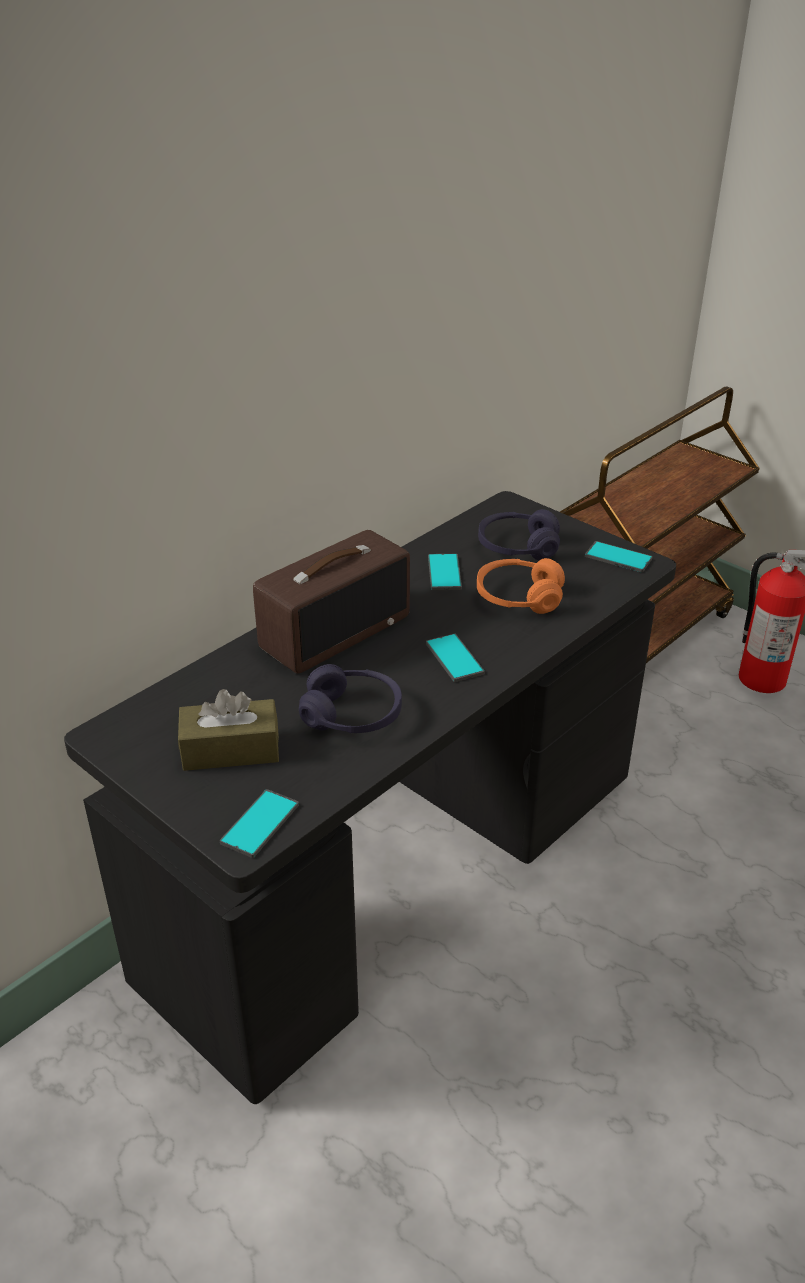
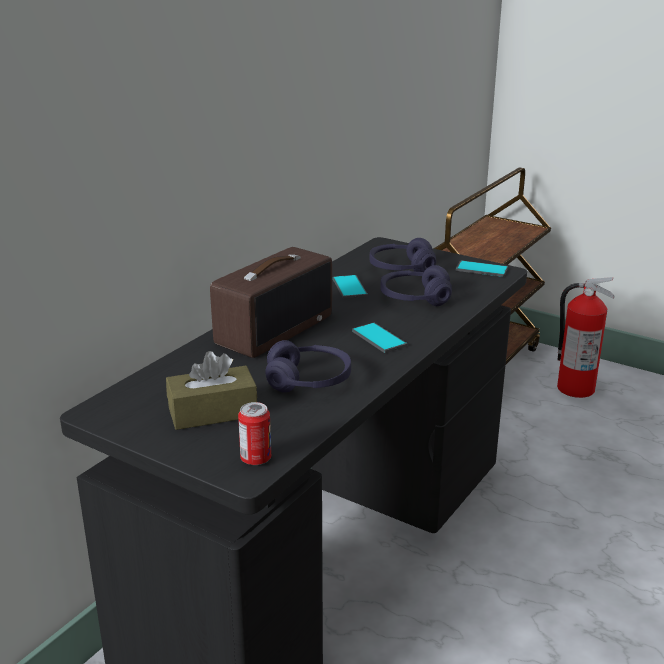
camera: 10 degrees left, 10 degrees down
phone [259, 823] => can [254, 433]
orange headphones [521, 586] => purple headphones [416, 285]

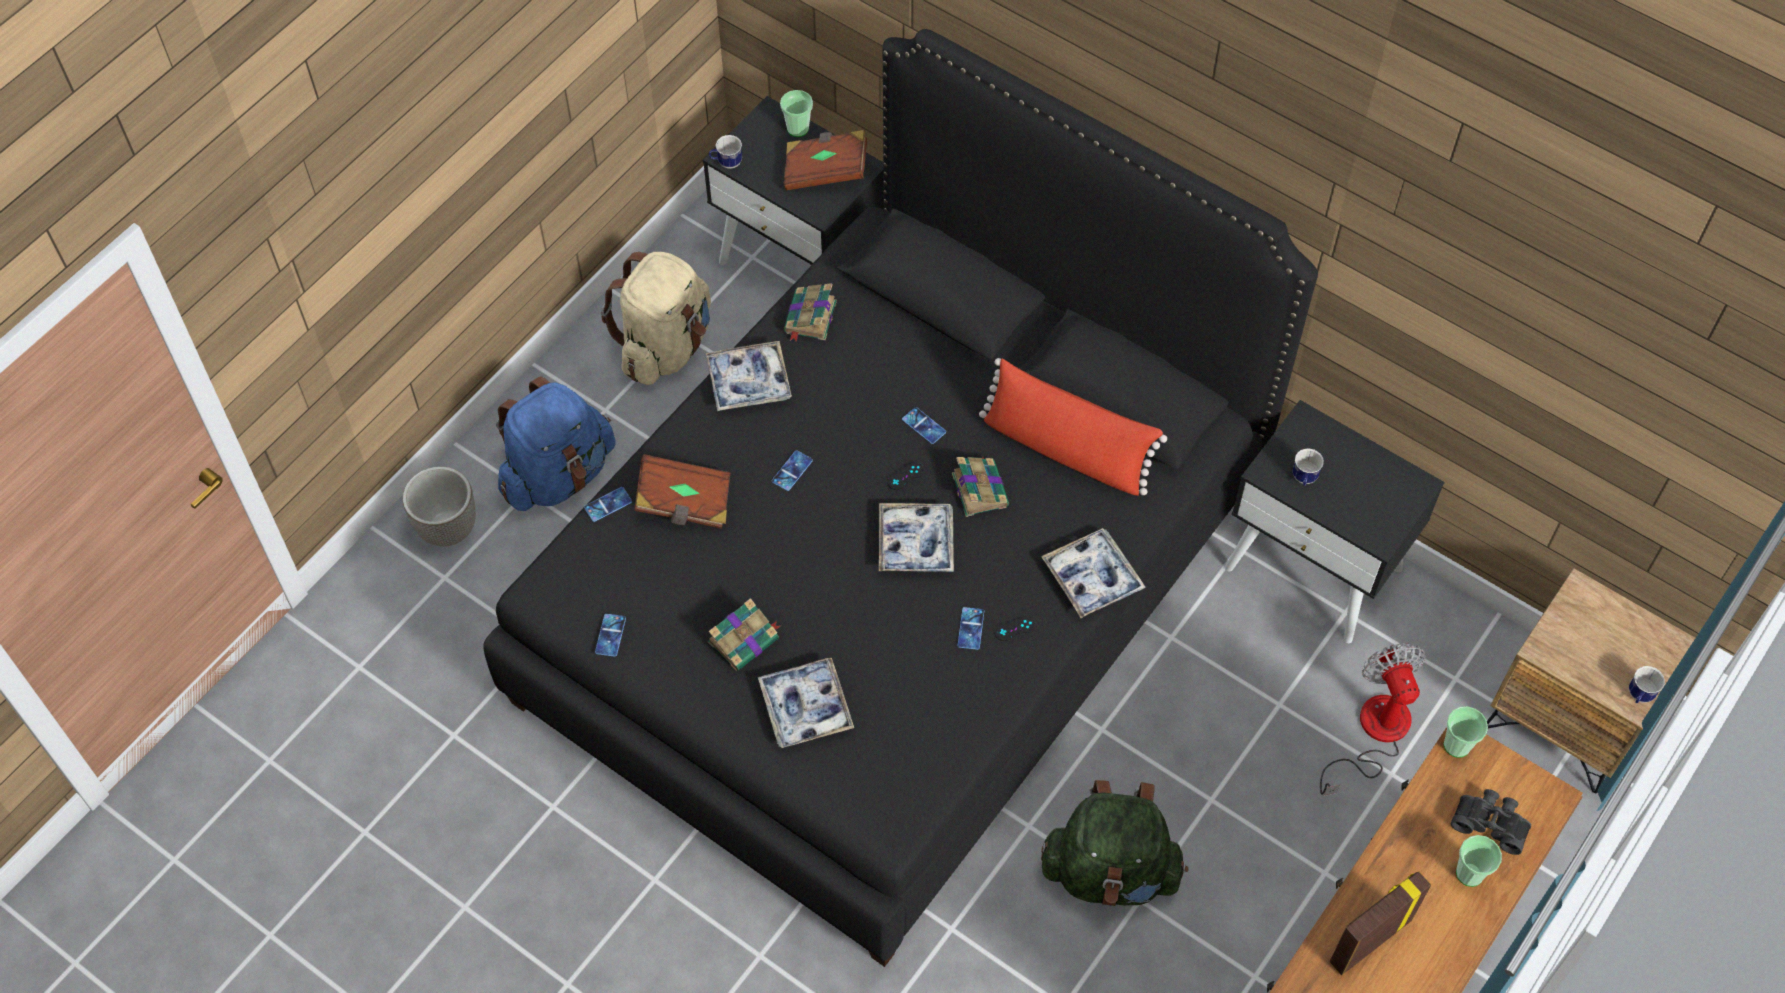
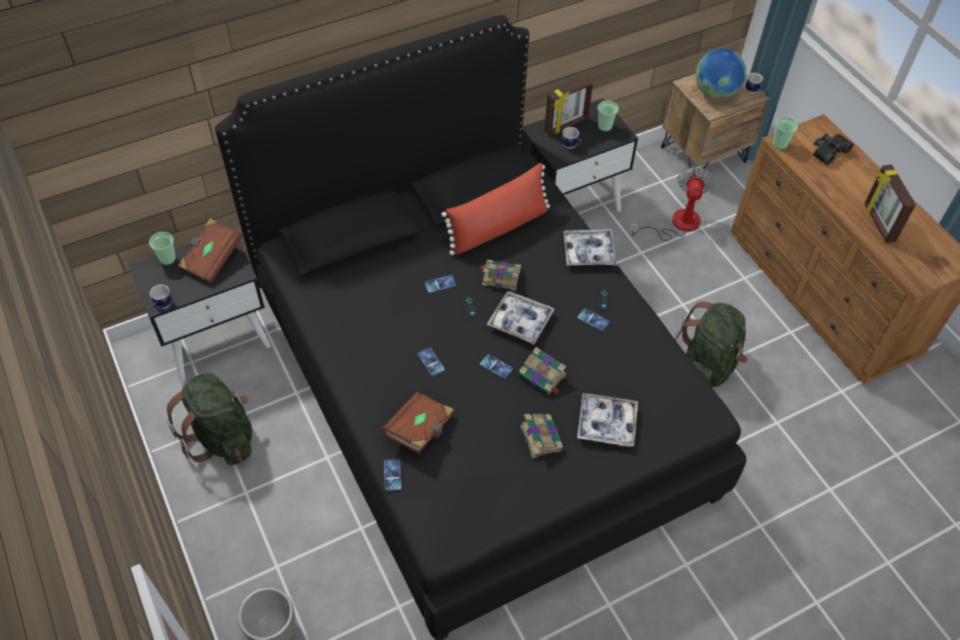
camera: 65 degrees left, 5 degrees down
beige backpack [656, 318] => green backpack [209, 419]
phone [610, 635] => phone [496, 366], shifted
book [810, 312] => book [542, 371], shifted
nothing => picture frame [568, 106]
cup [1479, 861] => cup [608, 116], shifted
fan [1373, 719] => fan [672, 203], 90 degrees clockwise
nothing => globe [721, 73]
blue backpack [556, 443] => nothing
tray [749, 376] => nothing

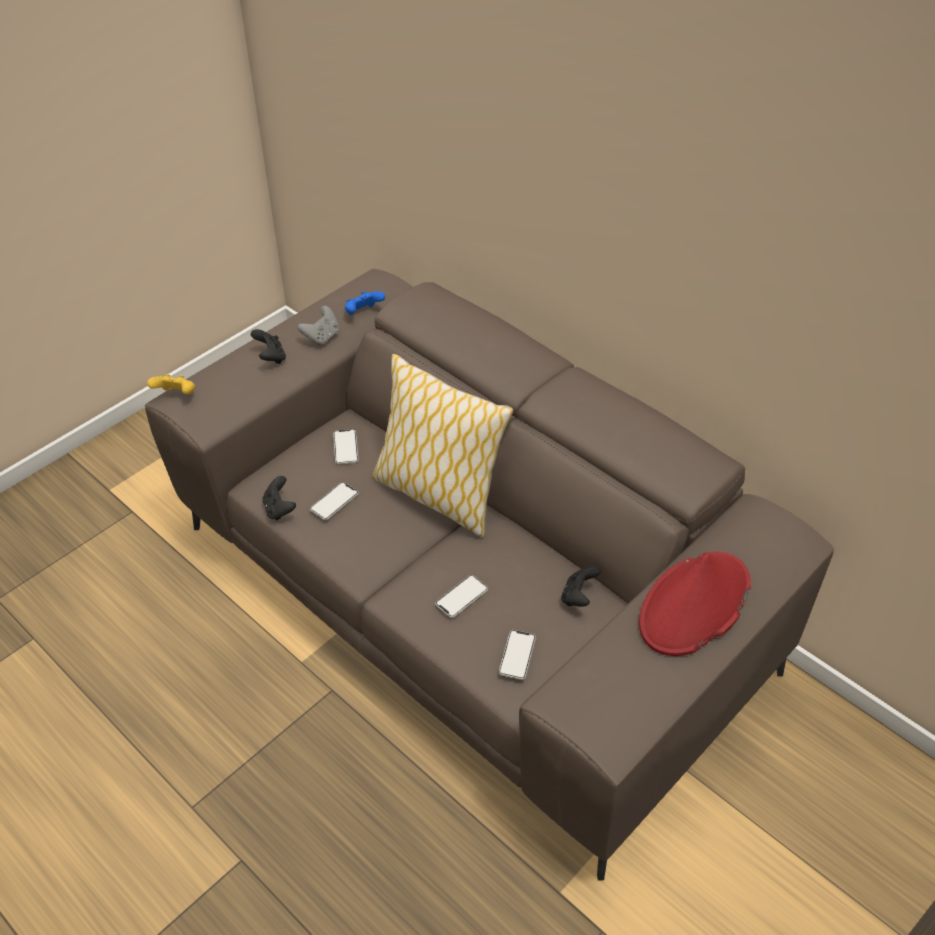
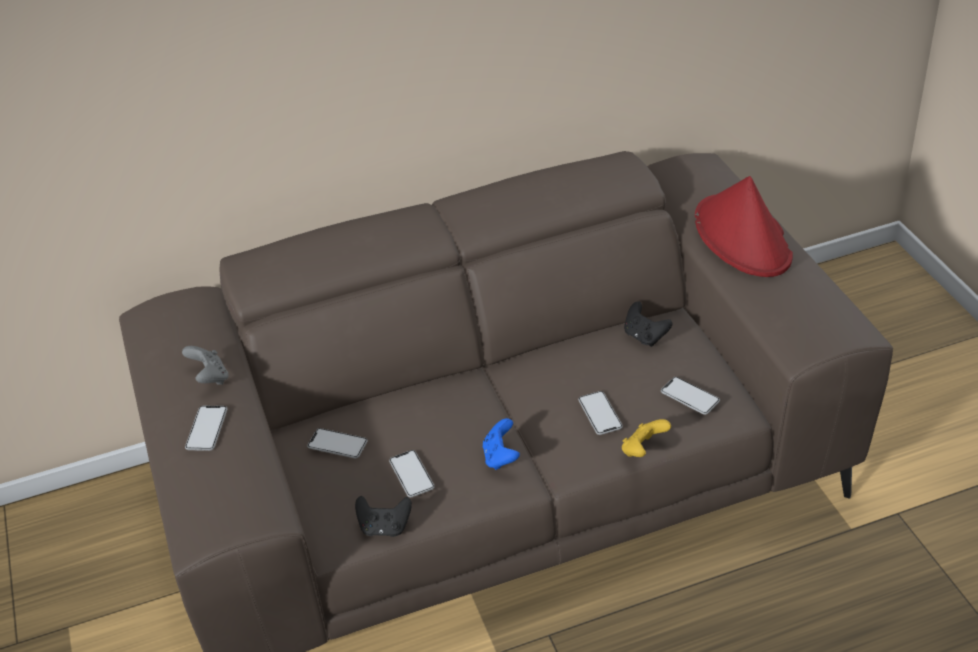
camera: 60 degrees left, 5 degrees down
black game controller [268, 346] => phone [206, 428]
blue game controller [365, 303] => blue game controller [501, 444], shifted
yellow game controller [171, 384] => yellow game controller [646, 438], shifted
pillow [442, 445] => nothing

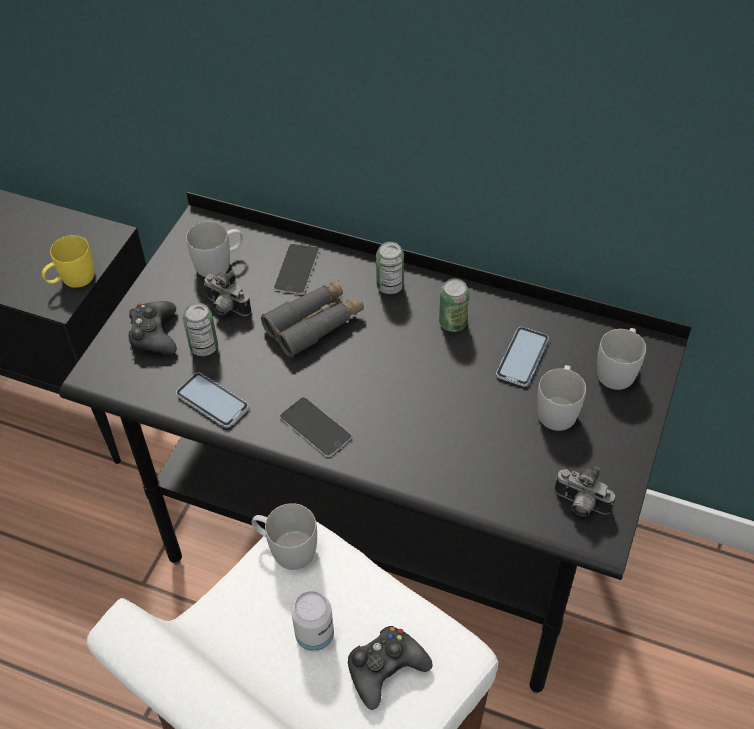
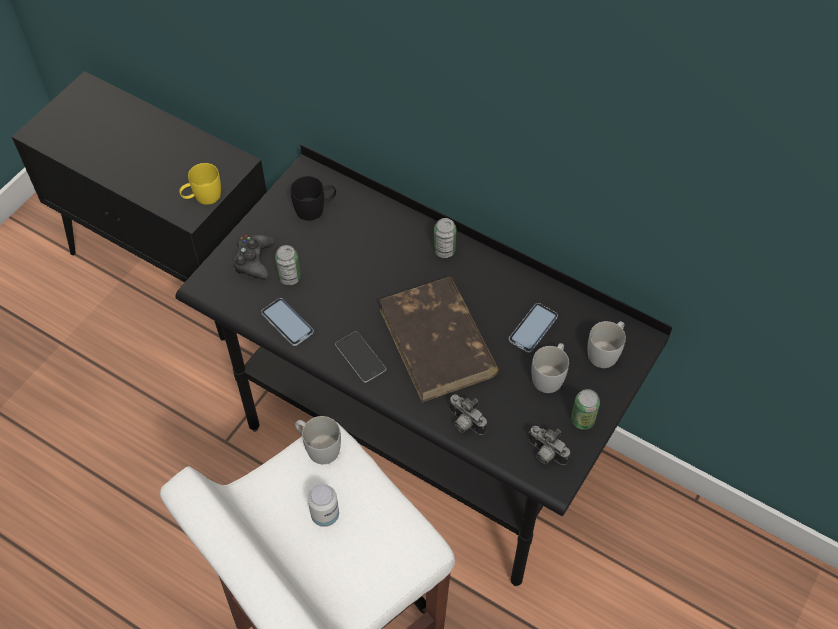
camera: 10 degrees right, 5 degrees up
white mug [214, 249] => black mug [313, 198]
nothing => brown book [439, 339]
photo camera [227, 293] => photo camera [468, 414], shifted
can [454, 305] => can [585, 409], shifted
grey binoculars [312, 318] => nothing
phone [296, 269] => nothing
black game controller [390, 668] => nothing

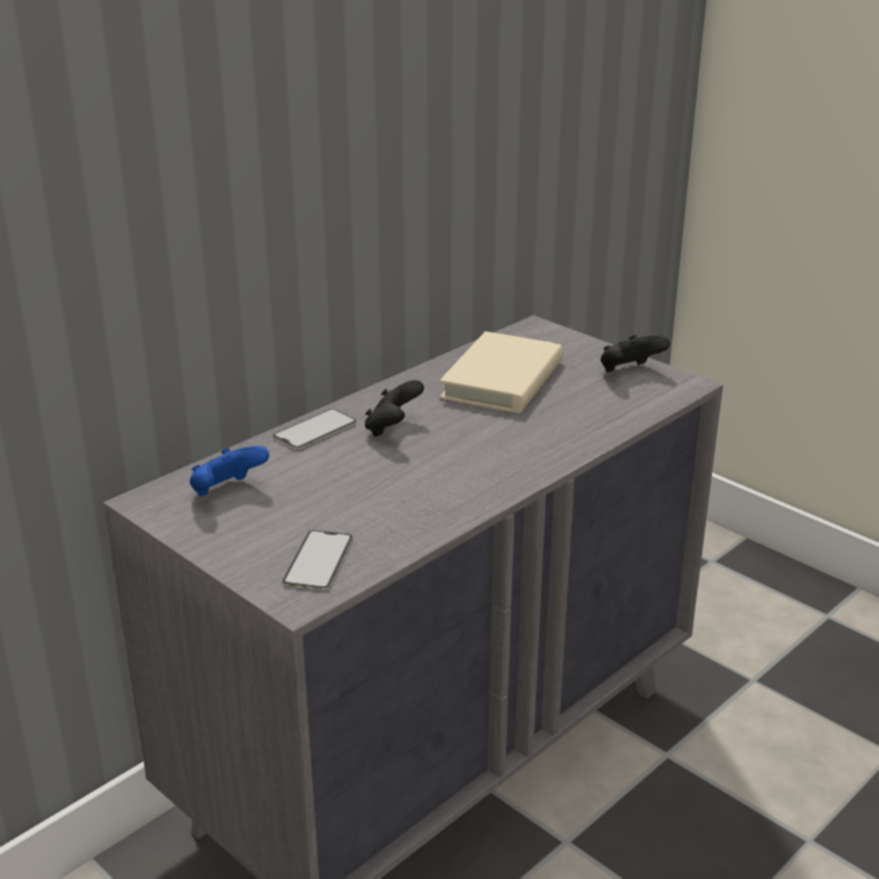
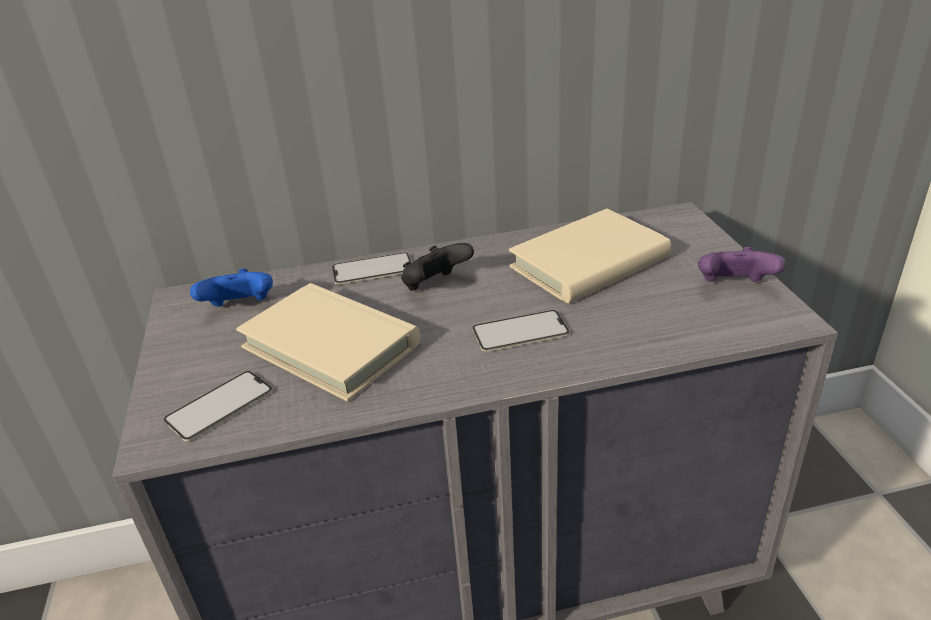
camera: 35 degrees right, 5 degrees up
nothing => beige book [328, 342]
nothing => phone [521, 331]
black game controller [635, 353] => purple game controller [742, 264]

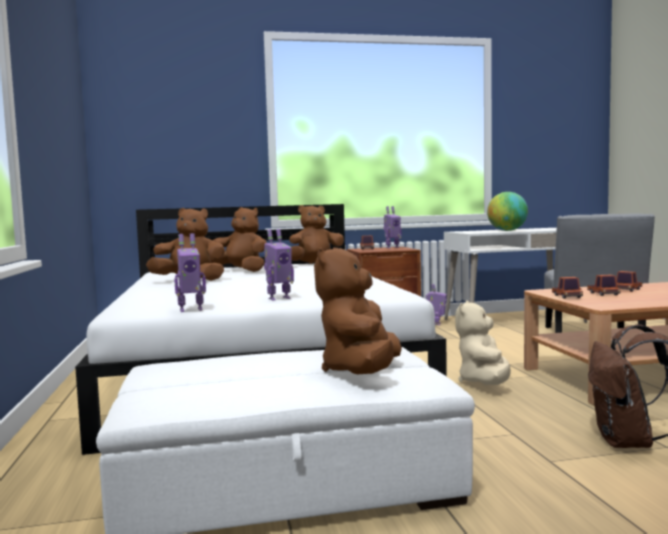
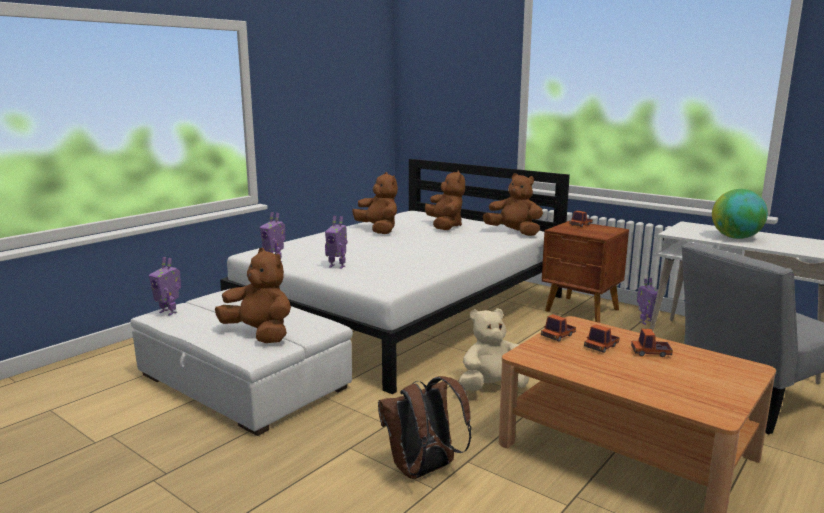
camera: 50 degrees right, 10 degrees up
toy robot [393, 227] => toy robot [165, 286], shifted
brown plush toy [358, 310] => brown plush toy [253, 295], 60 degrees clockwise

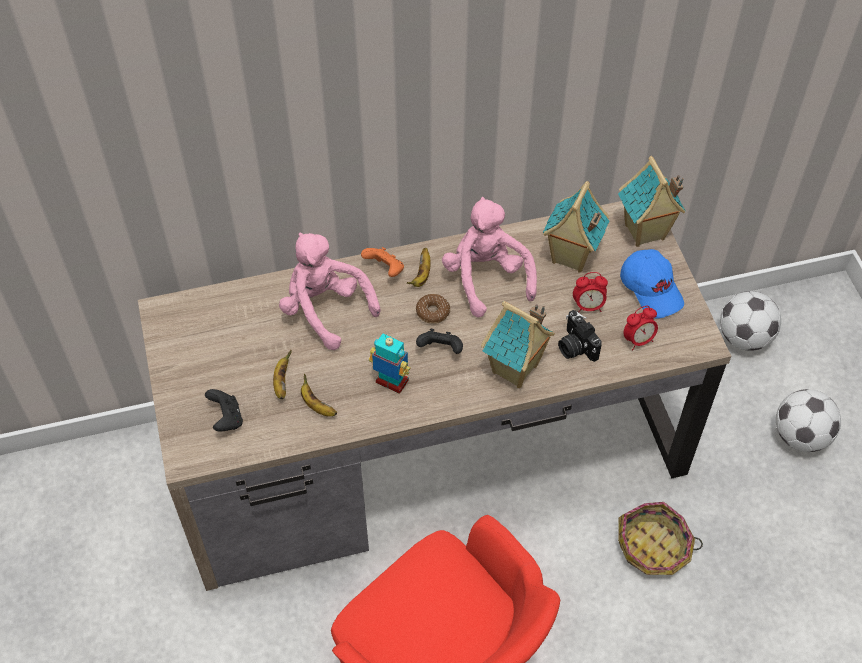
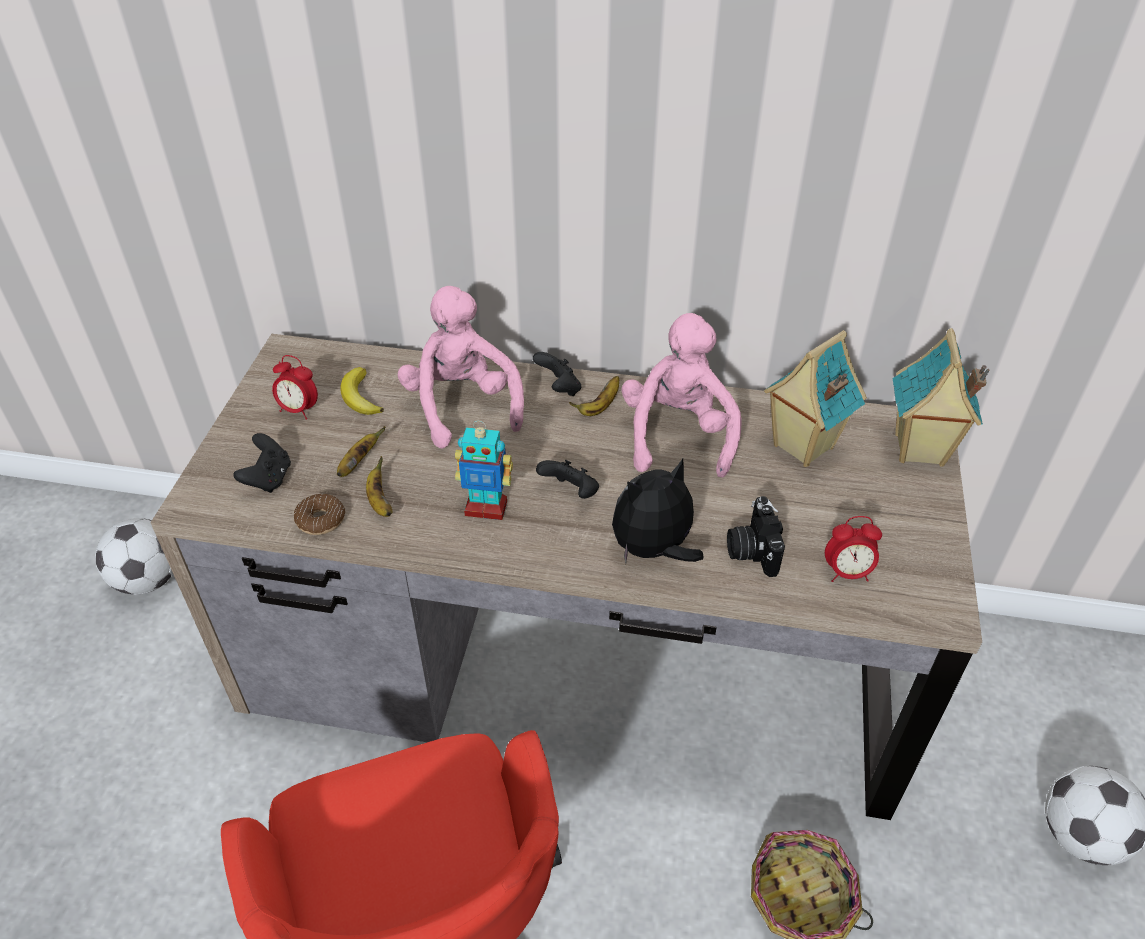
camera: 25 degrees right, 10 degrees down
football [750, 321] => football [134, 556], shifted
alarm clock [590, 292] => alarm clock [295, 387], shifted
donut [433, 309] => donut [319, 514], shifted
nothing => banana [362, 391]
toy robot [390, 364] => toy robot [484, 470], 135 degrees clockwise
orange game controller [382, 262] => black game controller [557, 374]
toy house [518, 344] => plush toy [658, 511]
blue cap [652, 284] => nothing

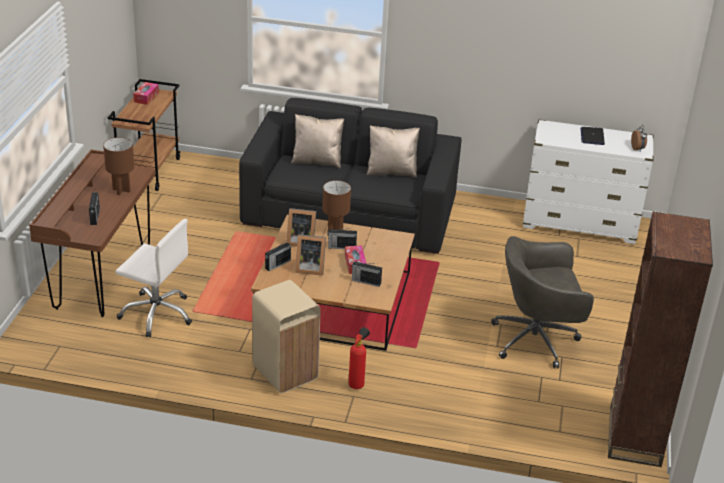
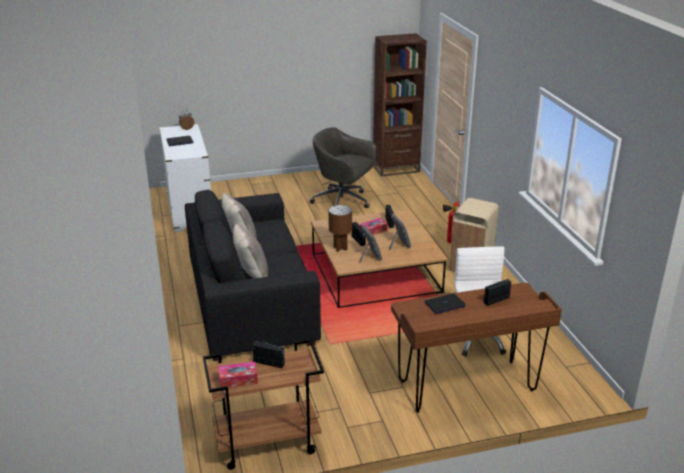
camera: 115 degrees left, 5 degrees down
radio [278, 256] => radio [268, 354], shifted
grey office chair [542, 302] => grey office chair [343, 167], 150 degrees clockwise
brown table lamp [118, 166] => laptop [445, 303]

